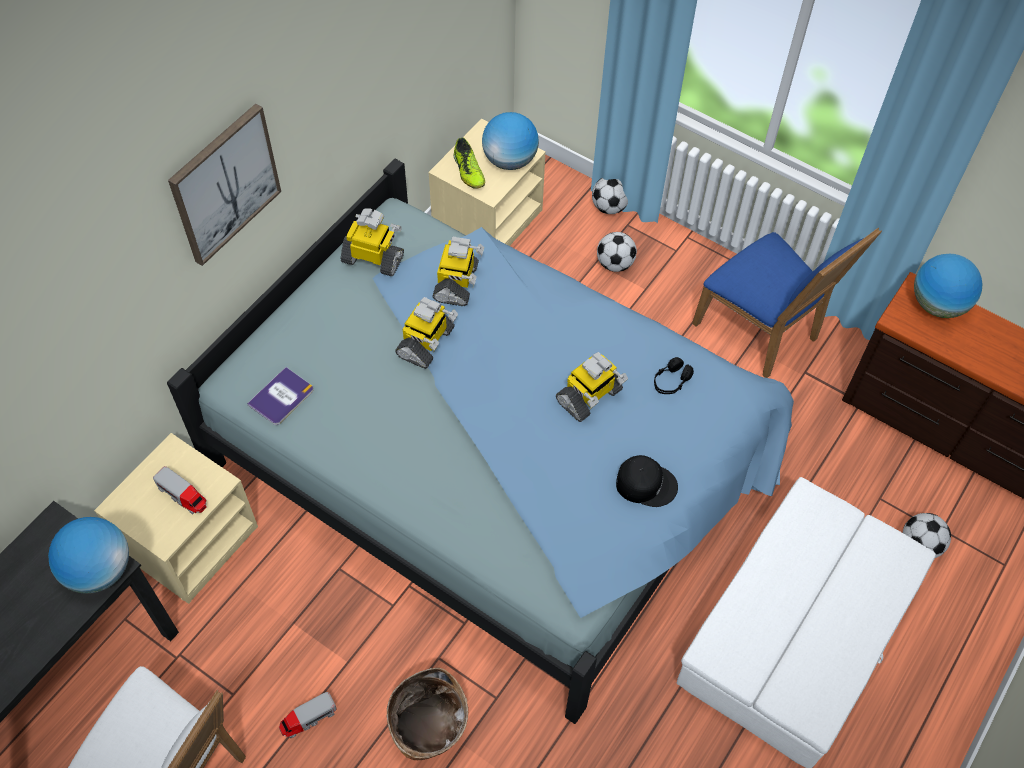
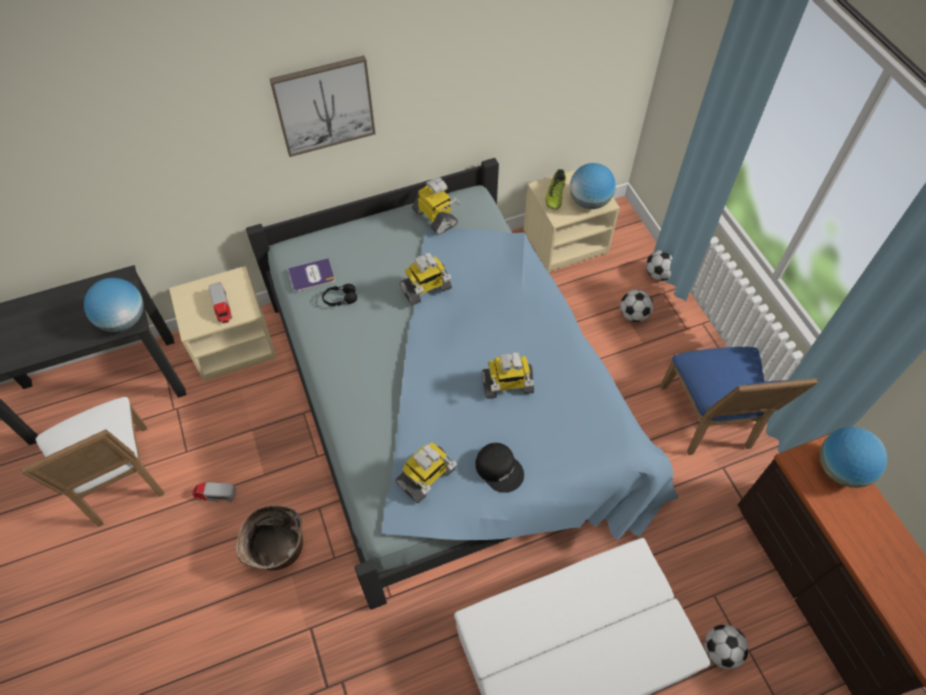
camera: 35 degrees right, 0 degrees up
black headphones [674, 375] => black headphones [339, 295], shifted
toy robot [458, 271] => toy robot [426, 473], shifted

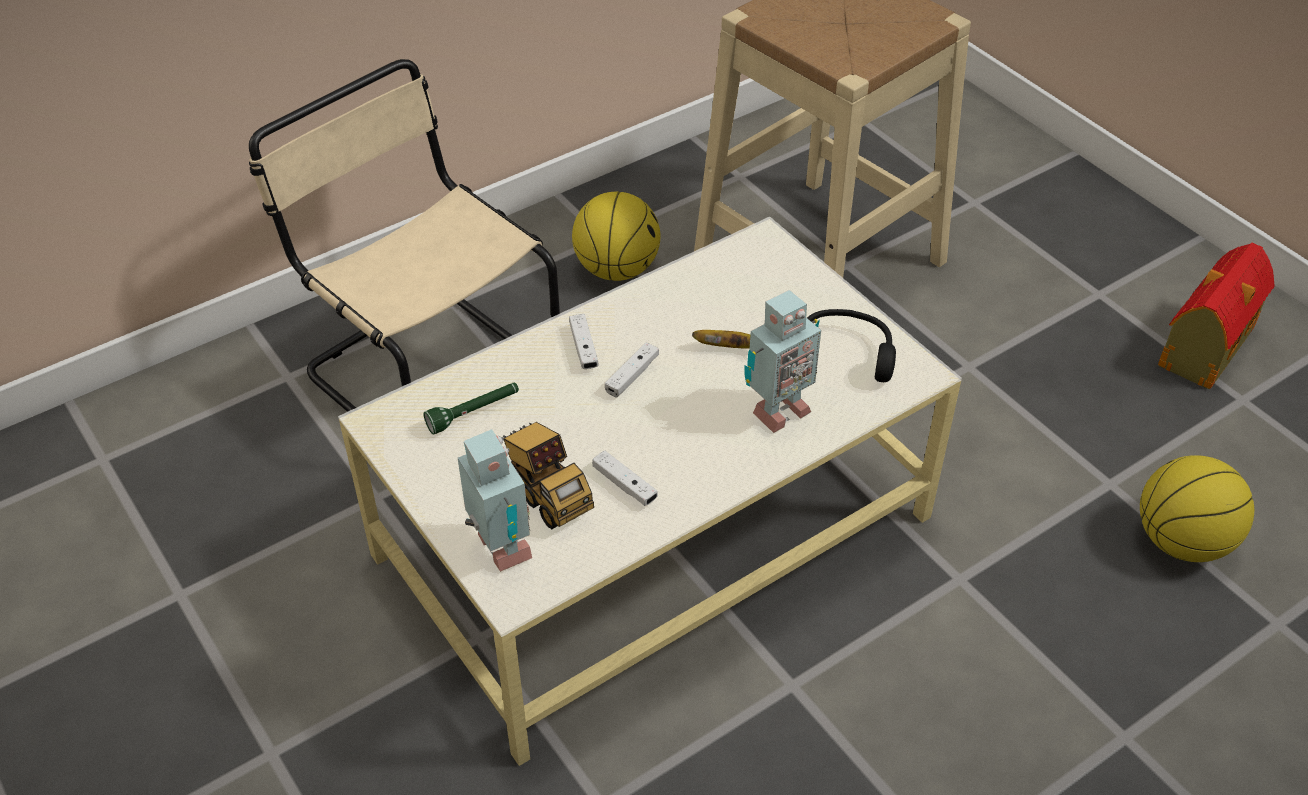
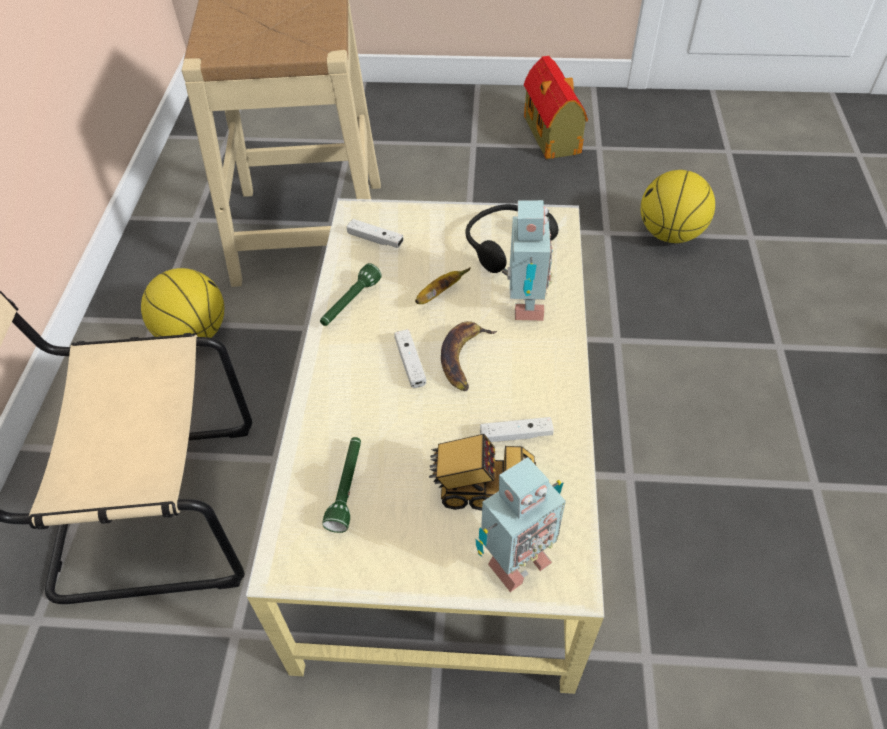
camera: 50 degrees left, 5 degrees up
nothing => green flashlight [351, 294]
white game controller [584, 341] => white game controller [375, 233], shifted
nothing => banana [469, 356]
toy robot [495, 500] => toy robot [521, 524], 135 degrees clockwise

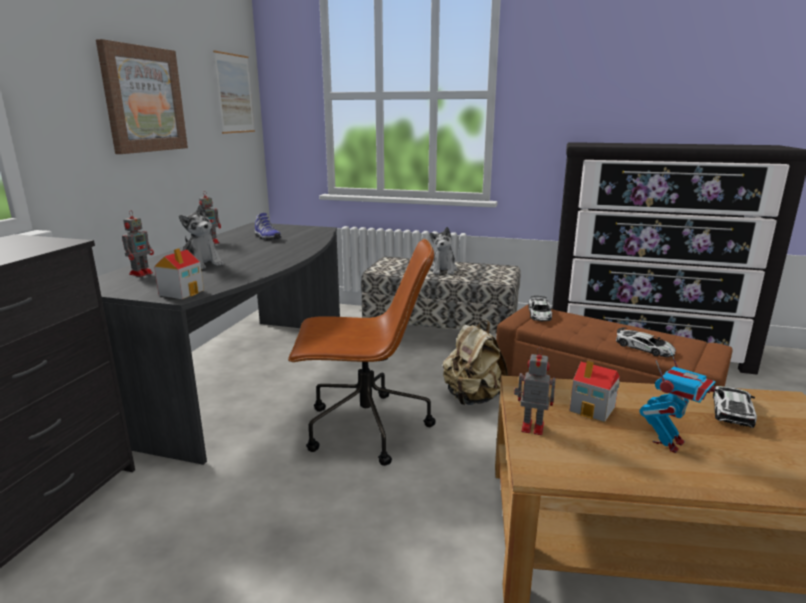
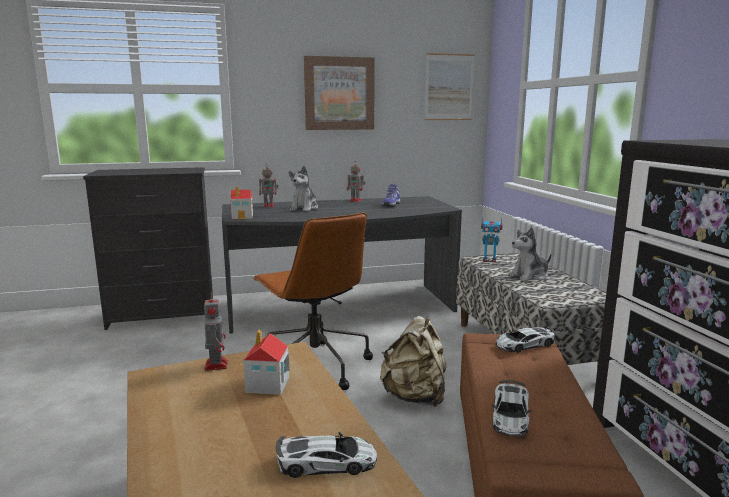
camera: 60 degrees right, 5 degrees down
toy robot [677, 400] => toy robot [491, 240], shifted

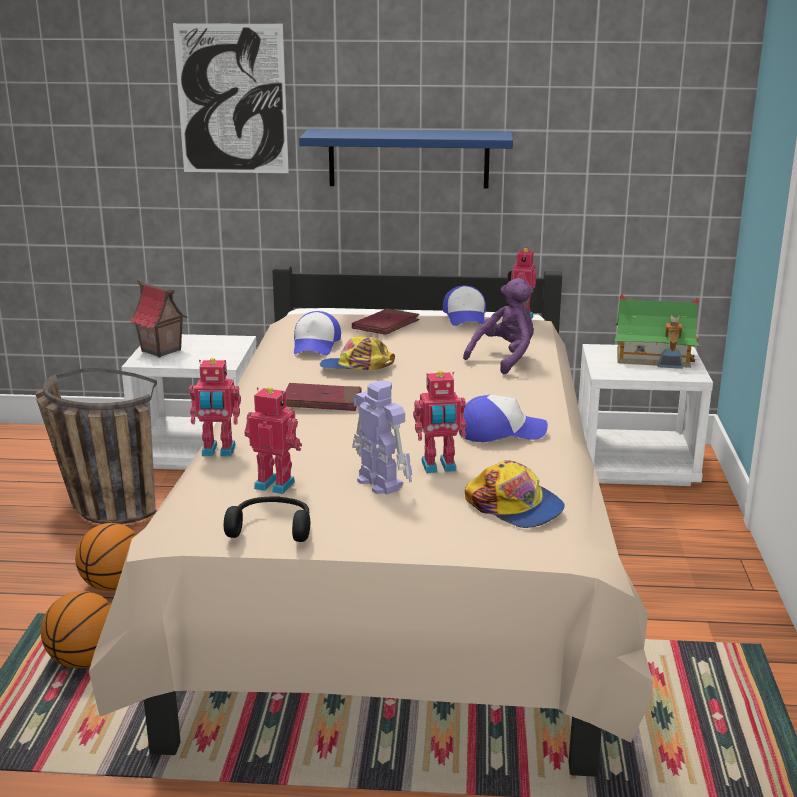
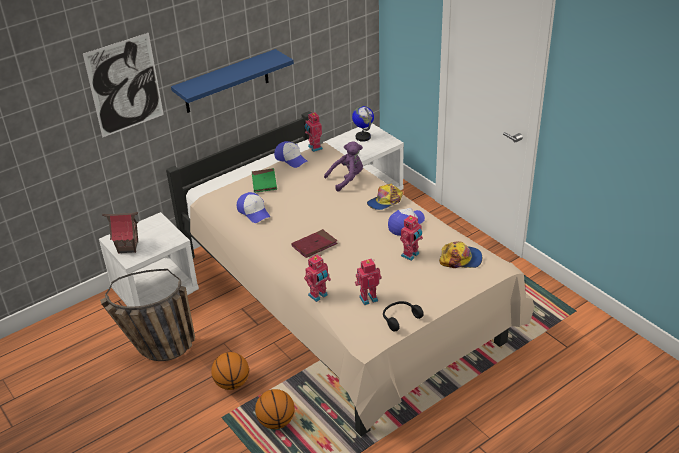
camera: 40 degrees left, 15 degrees up
red book [386, 321] => green book [264, 180]
purple plush toy [498, 326] => purple plush toy [343, 166], 60 degrees clockwise
toy house [656, 331] => globe [363, 124]
cap [357, 353] => cap [385, 197], shifted
toy robot [382, 438] => nothing

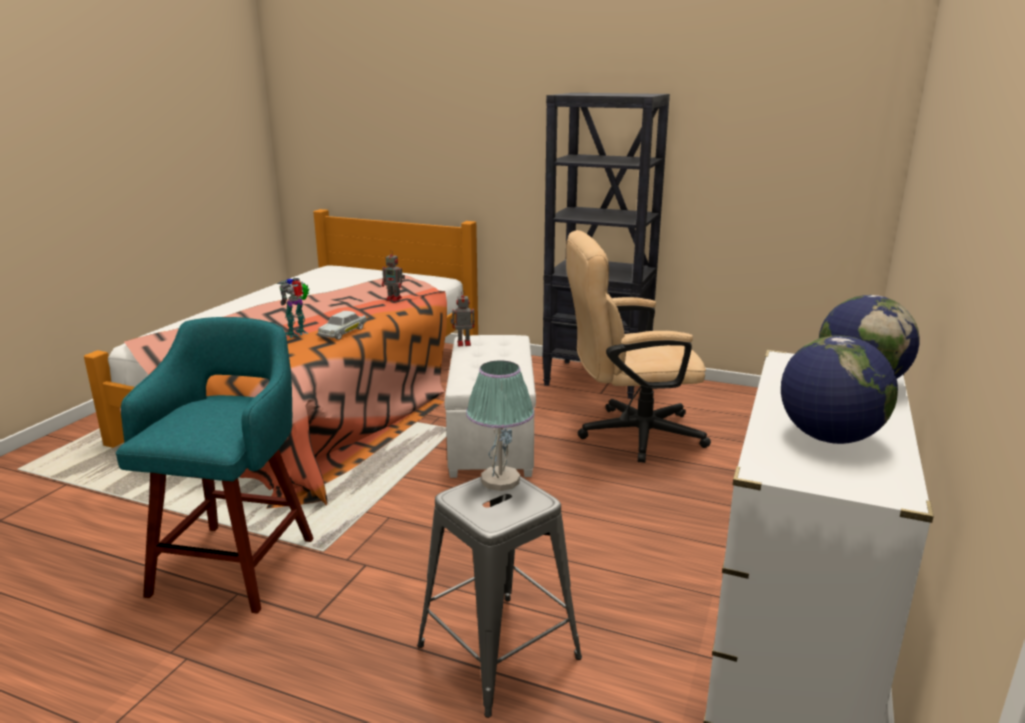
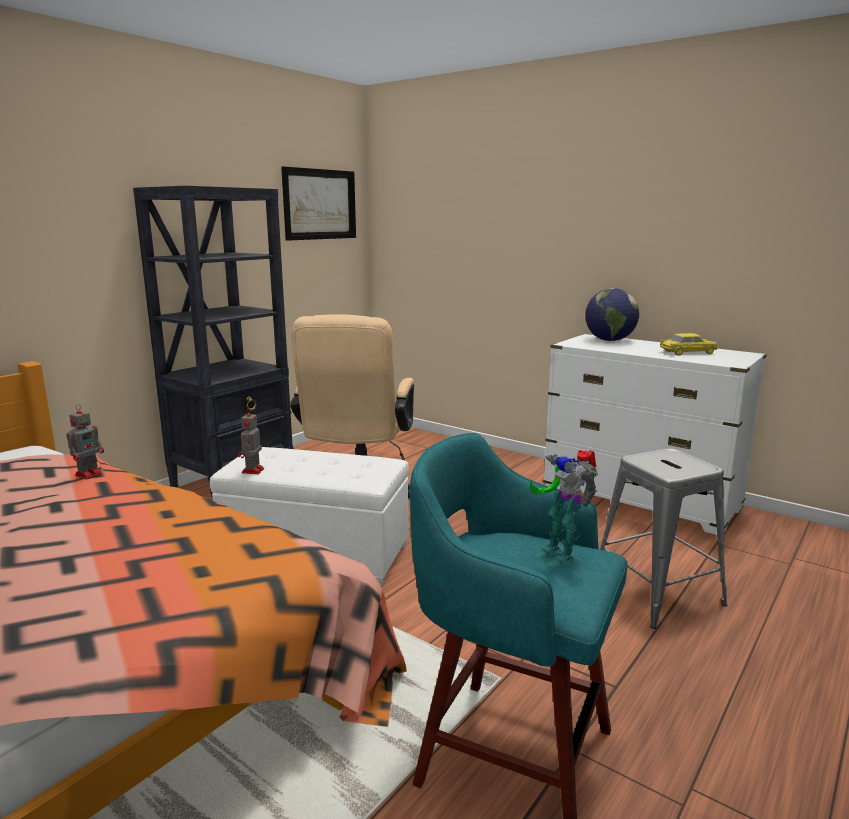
camera: 75 degrees left, 5 degrees down
nothing => picture [318, 204]
toy robot [293, 307] => toy robot [564, 508], shifted
globe [839, 389] => yellow toy car [688, 344]
white toy car [342, 325] => nothing
table lamp [500, 425] => nothing

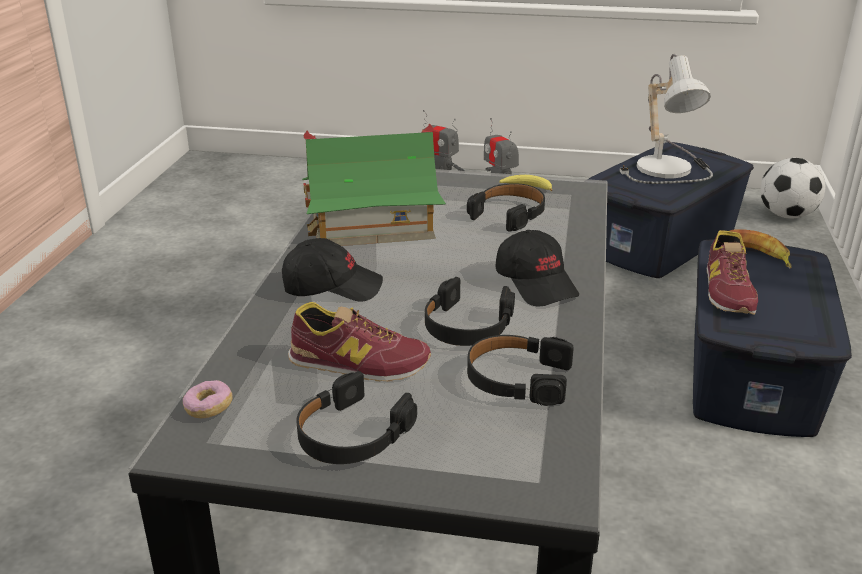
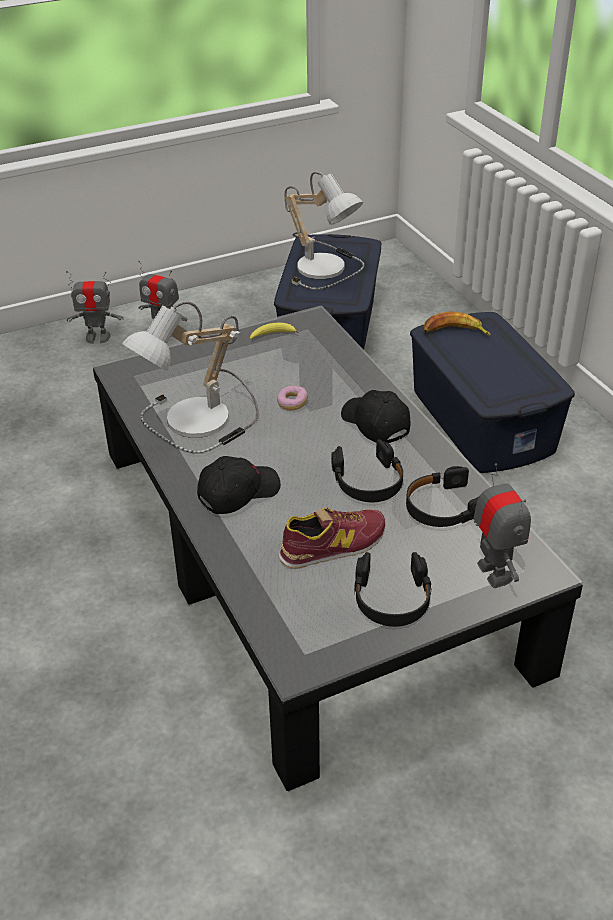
camera: 35 degrees left, 10 degrees up
toy house [374, 184] => table lamp [190, 377]
donut [208, 399] => donut [292, 398], shifted
black cap [537, 268] => black cap [375, 416], 150 degrees counterclockwise
nothing => toy robot [502, 525]
black headphones [506, 207] => nothing
shoe [732, 272] => nothing
football [793, 188] => nothing

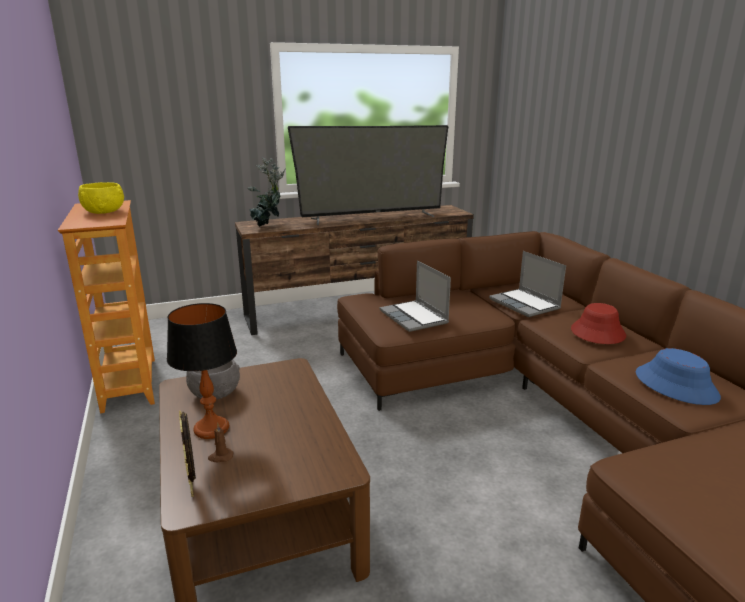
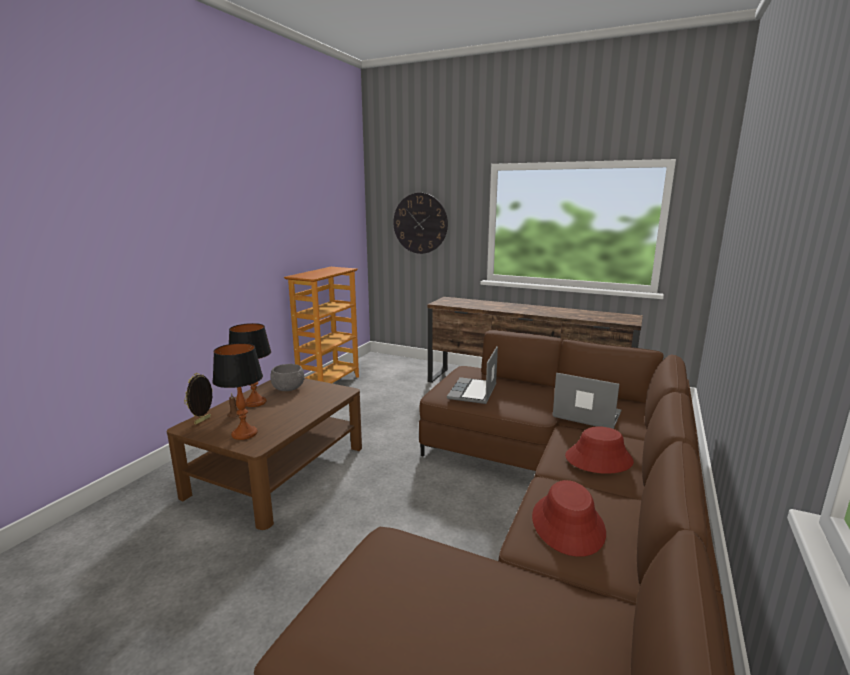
camera: 45 degrees right, 5 degrees down
nothing => table lamp [237, 391]
nothing => wall clock [421, 223]
blue hat [678, 376] => red hat [569, 518]
laptop [527, 284] => laptop [586, 401], 105 degrees clockwise
yellow bowl [101, 198] => nothing
potted plant [266, 192] => nothing
television [368, 175] => nothing

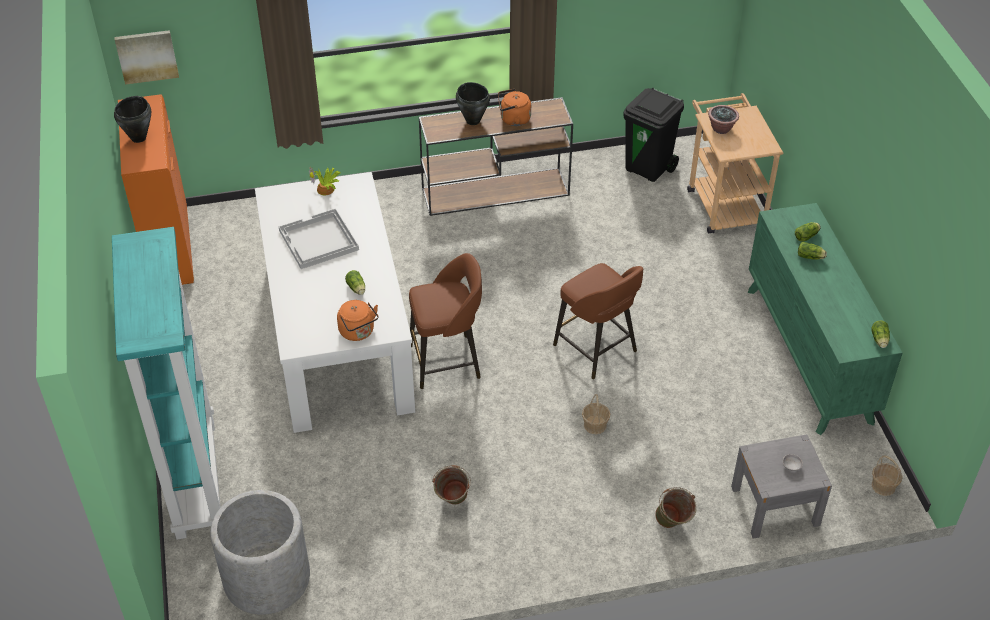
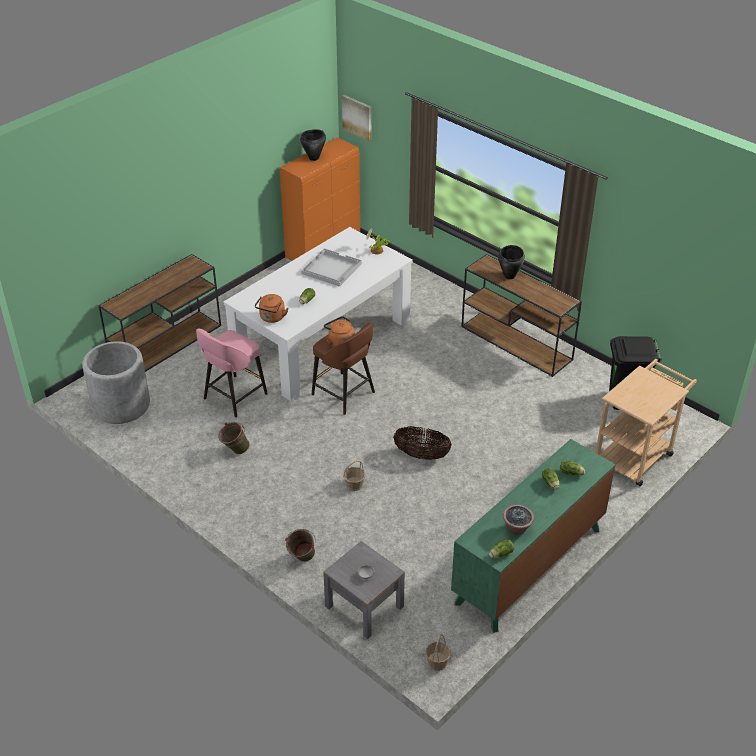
camera: 55 degrees right, 5 degrees down
turquoise bookcase [166, 383] => brown console table [159, 313]
nothing => pink stool [232, 373]
orange kettle [514, 107] => orange kettle [339, 331], shifted
brown stool [598, 321] => basket [422, 443]
potted plant [723, 119] => potted plant [518, 520], shifted

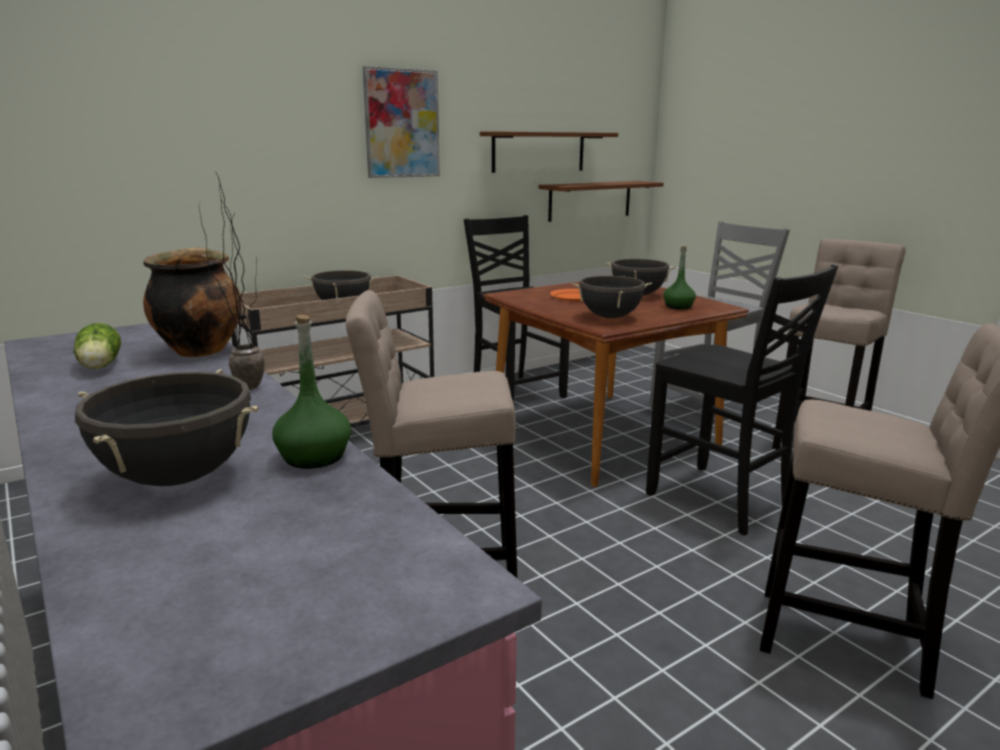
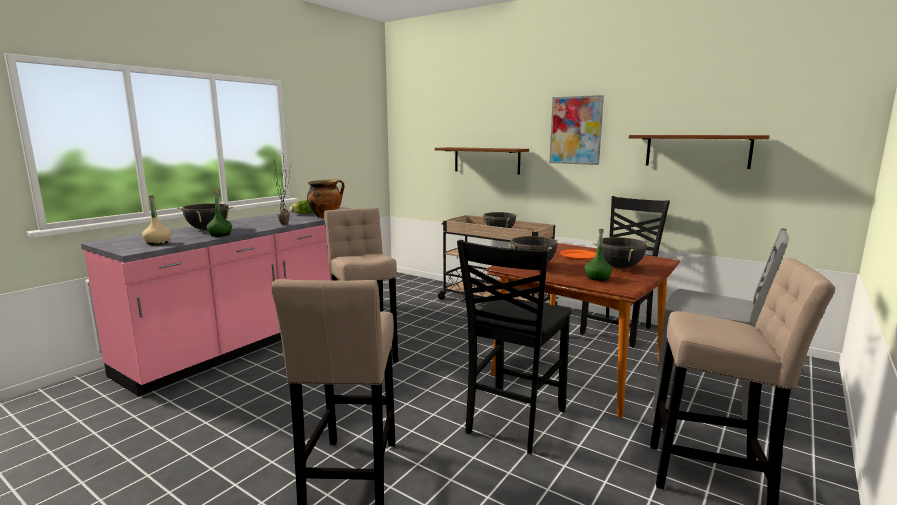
camera: 70 degrees right, 5 degrees down
nothing => beige bottle [156, 220]
brown shelf [601, 201] => brown shelf [482, 161], shifted

